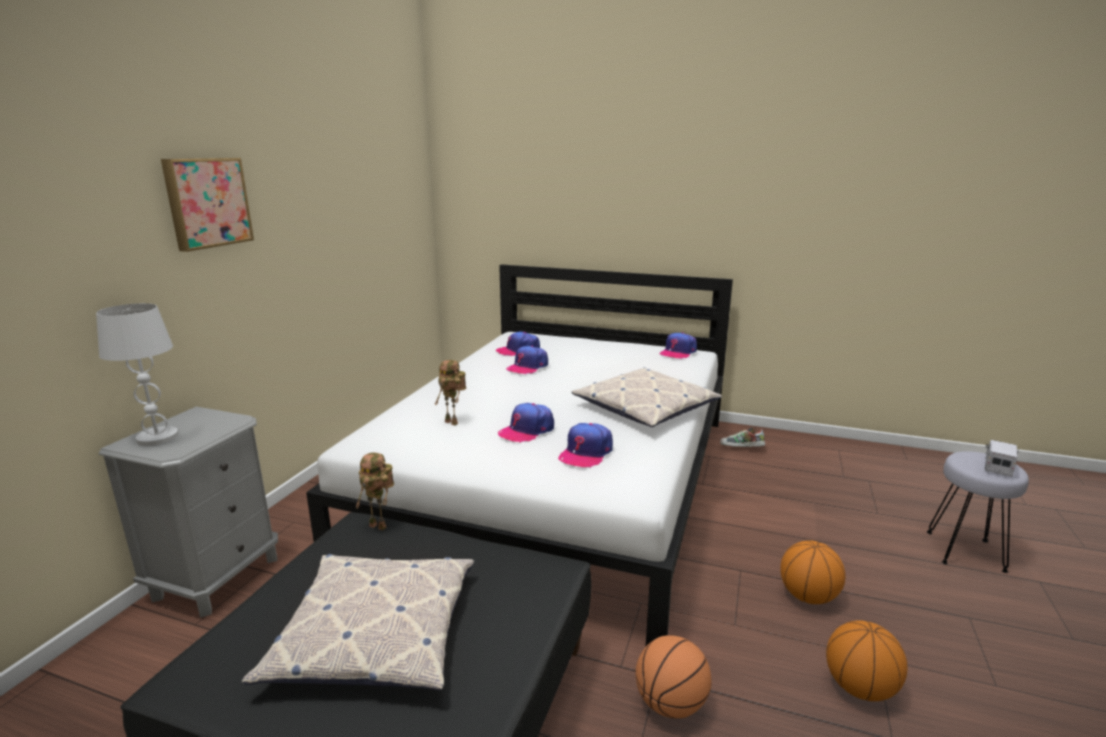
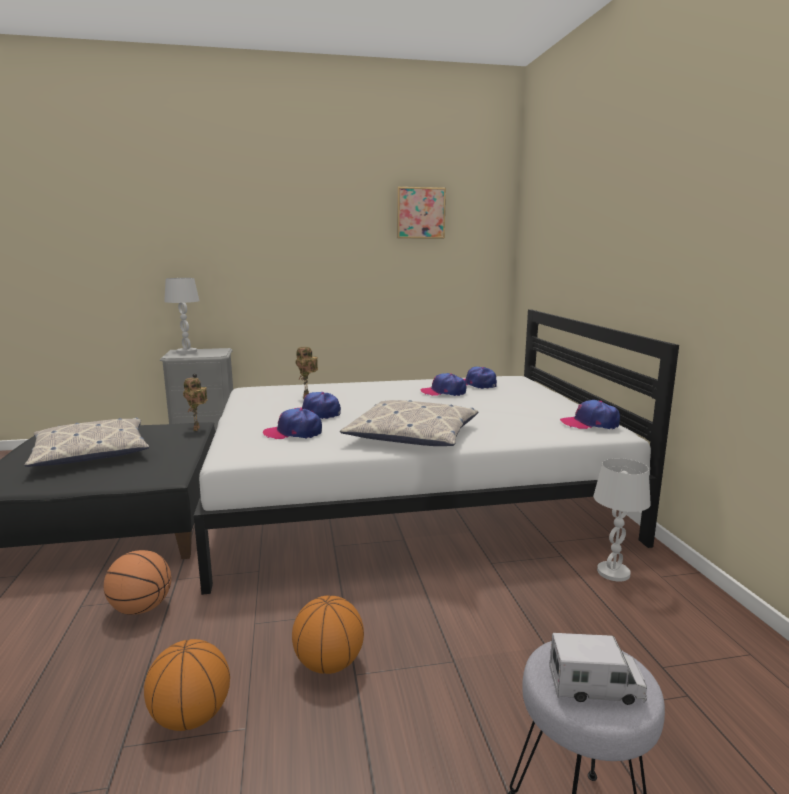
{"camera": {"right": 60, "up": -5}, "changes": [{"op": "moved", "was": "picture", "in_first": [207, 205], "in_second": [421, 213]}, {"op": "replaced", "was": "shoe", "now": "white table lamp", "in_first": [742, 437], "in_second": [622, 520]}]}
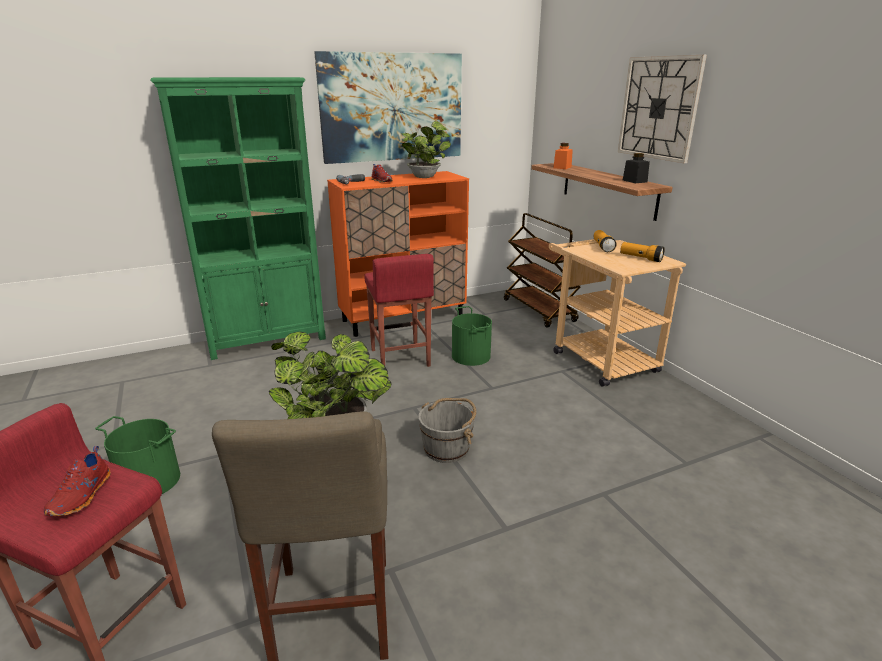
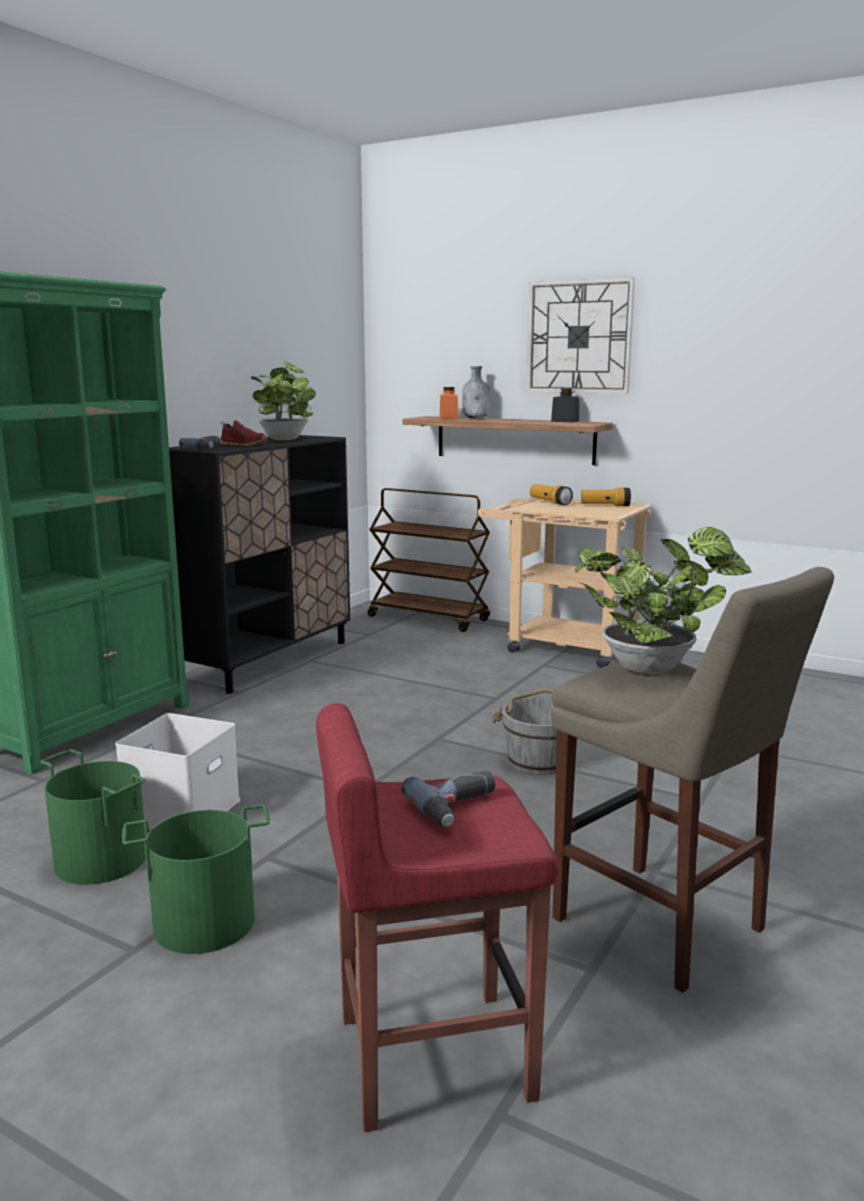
{"camera": {"right": -35, "up": -10}, "changes": [{"op": "moved", "was": "green bucket", "in_first": [472, 336], "in_second": [93, 817]}, {"op": "added", "now": "white storage box", "in_second": [177, 771]}, {"op": "recoloured", "was": "orange cabinet", "now": "black cabinet", "in_first": [398, 254], "in_second": [259, 564]}, {"op": "replaced", "was": "red shoe", "now": "power drill", "in_first": [77, 481], "in_second": [448, 799]}, {"op": "added", "now": "grey bottle", "in_second": [476, 392]}, {"op": "removed", "was": "picture", "in_first": [388, 107]}, {"op": "removed", "was": "red stool", "in_first": [399, 310]}]}
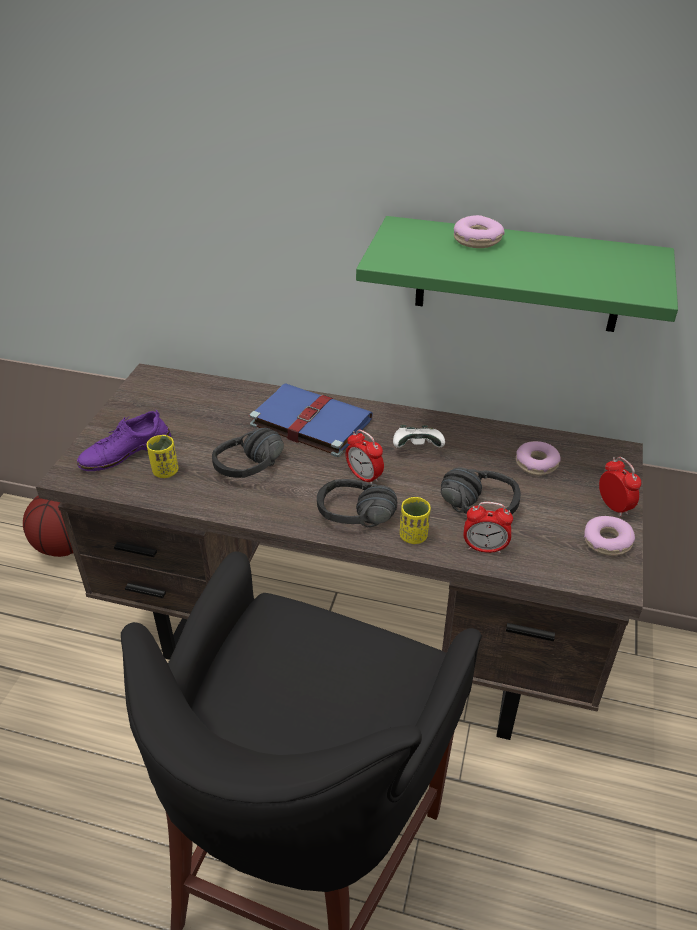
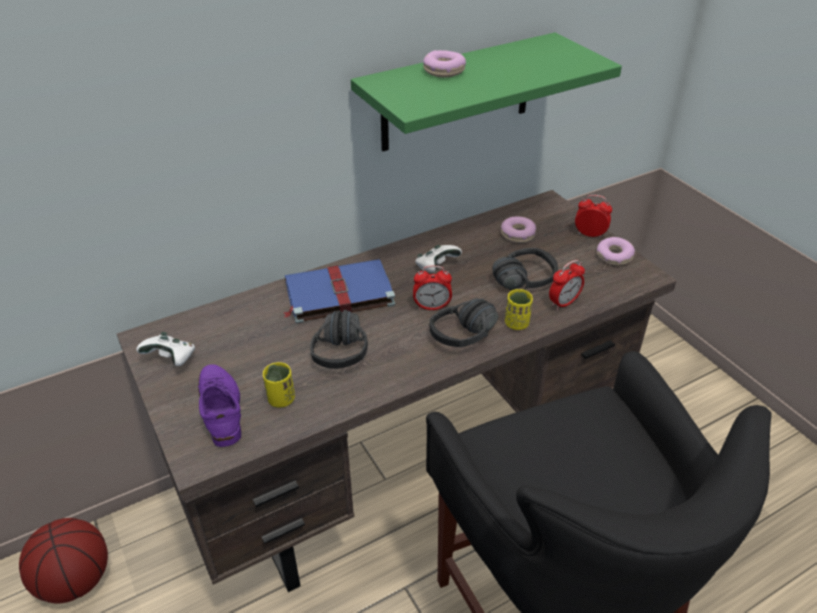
{"camera": {"right": -45, "up": 0}, "changes": [{"op": "added", "now": "white game controller", "in_second": [165, 349]}, {"op": "turned", "was": "purple shoe", "in_first": [124, 440], "in_second": [219, 405], "clockwise": 150}]}
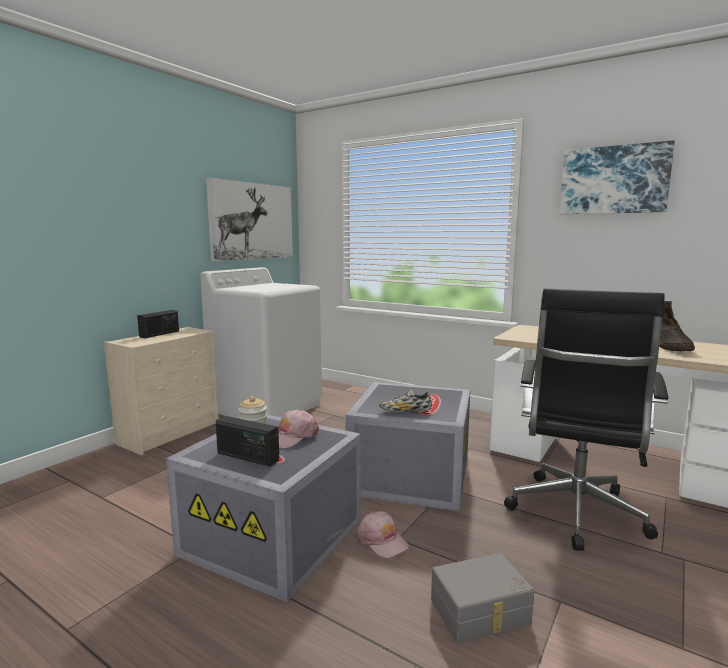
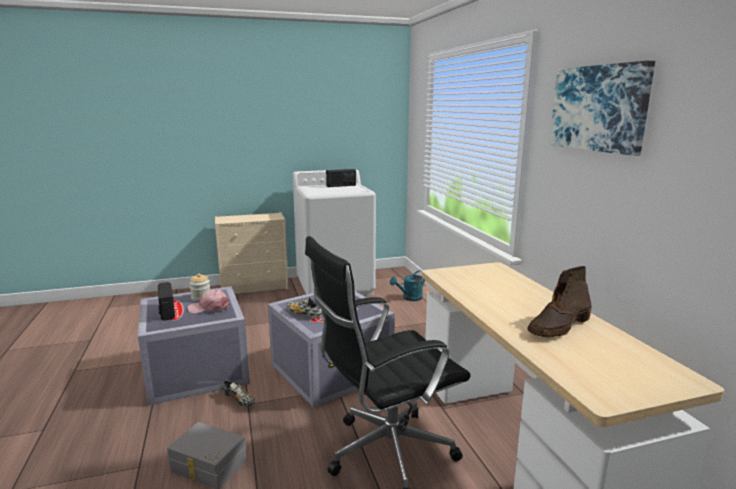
{"camera": {"right": 40, "up": 5}, "changes": [{"op": "replaced", "was": "pink cap", "now": "shoe", "in_first": [383, 534], "in_second": [238, 393]}, {"op": "moved", "was": "radio", "in_first": [158, 324], "in_second": [341, 178]}, {"op": "added", "now": "turquoise watering can", "in_second": [407, 285]}, {"op": "removed", "was": "picture", "in_first": [249, 219]}]}
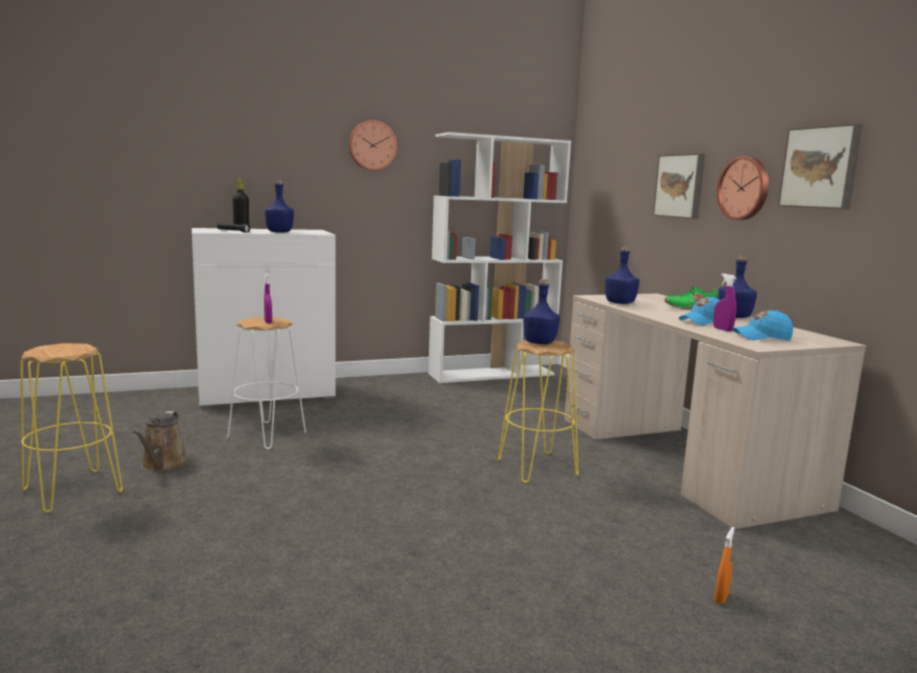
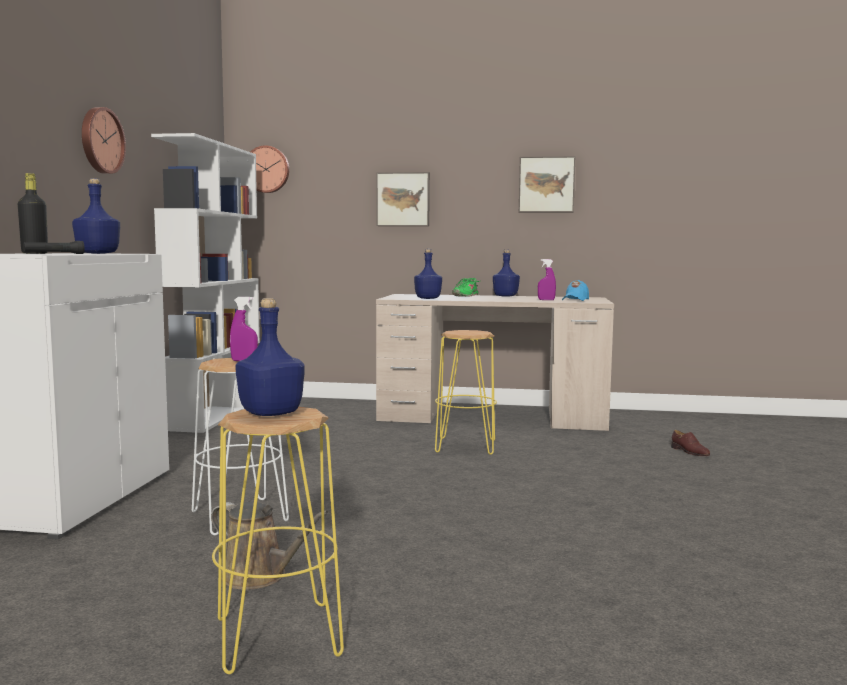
{"camera": {"right": -60, "up": -5}, "changes": [{"op": "moved", "was": "blue bottle", "in_first": [541, 311], "in_second": [270, 357]}, {"op": "moved", "was": "wall clock", "in_first": [743, 188], "in_second": [269, 169]}, {"op": "replaced", "was": "orange spray bottle", "now": "brown shoe", "in_first": [725, 565], "in_second": [690, 443]}, {"op": "removed", "was": "blue cap", "in_first": [699, 311]}]}
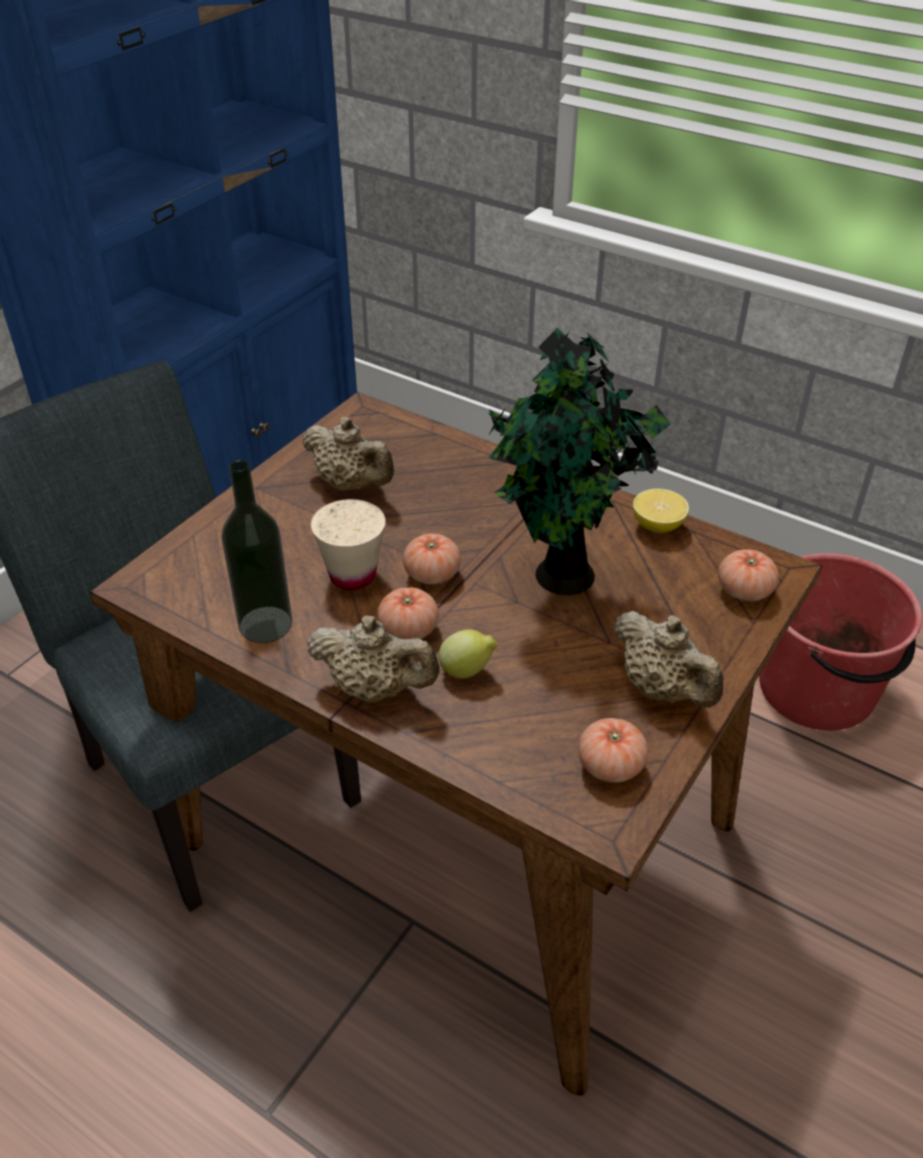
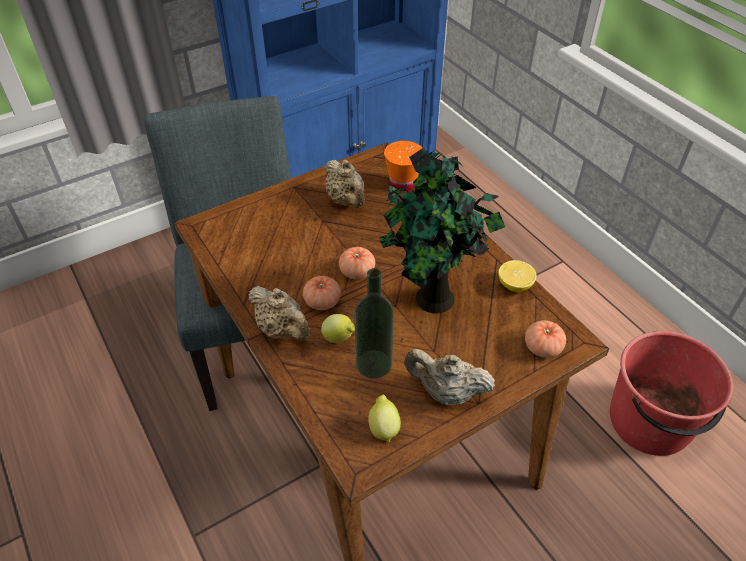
{"camera": {"right": 25, "up": 5}, "changes": [{"op": "moved", "was": "bottle", "in_first": [256, 551], "in_second": [374, 323]}, {"op": "replaced", "was": "tomato", "now": "lemon", "in_first": [613, 750], "in_second": [384, 418]}, {"op": "added", "now": "orange cup", "in_second": [403, 166]}, {"op": "turned", "was": "beige teapot", "in_first": [668, 659], "in_second": [449, 377], "clockwise": 120}, {"op": "removed", "was": "beige cup", "in_first": [348, 544]}]}
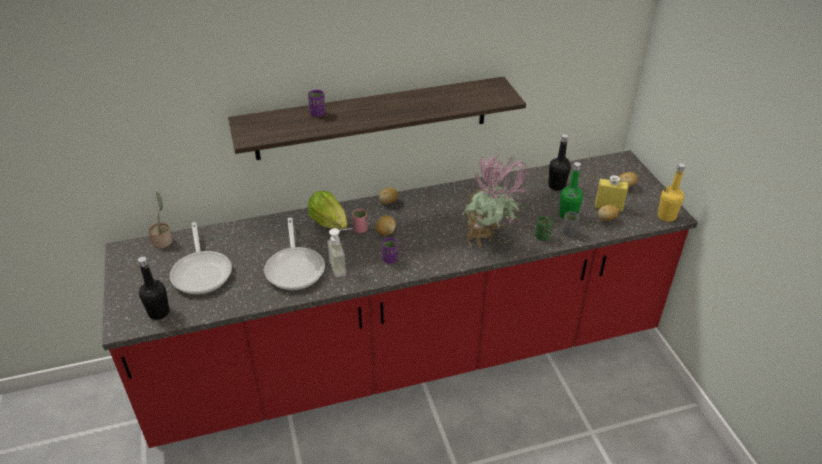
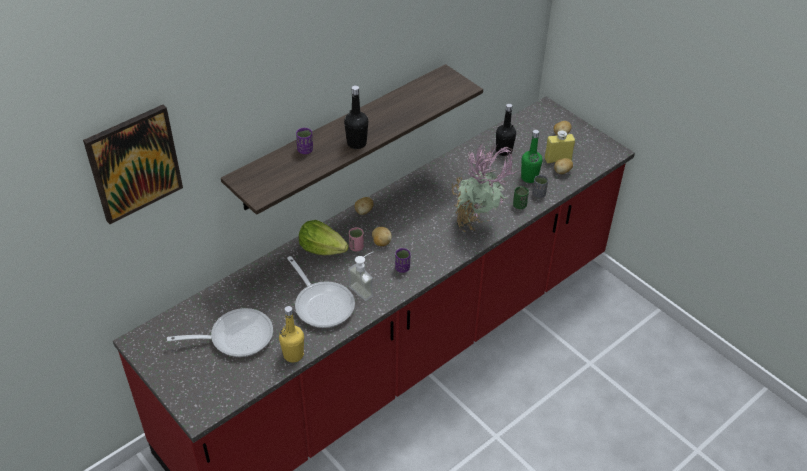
{"camera": {"right": -25, "up": 5}, "changes": [{"op": "added", "now": "picture", "in_second": [133, 164]}, {"op": "turned", "was": "frying pan", "in_first": [201, 258], "in_second": [220, 332], "clockwise": -60}, {"op": "moved", "was": "yellow bottle", "in_first": [671, 192], "in_second": [291, 334]}, {"op": "moved", "was": "black bottle", "in_first": [154, 288], "in_second": [356, 117]}, {"op": "removed", "was": "potted plant", "in_first": [161, 220]}]}
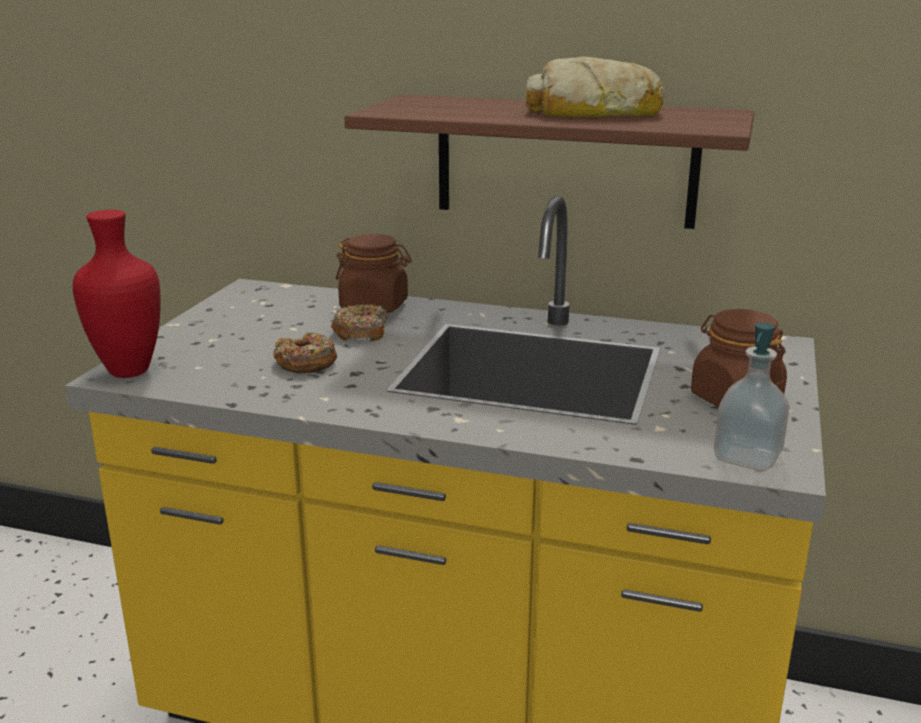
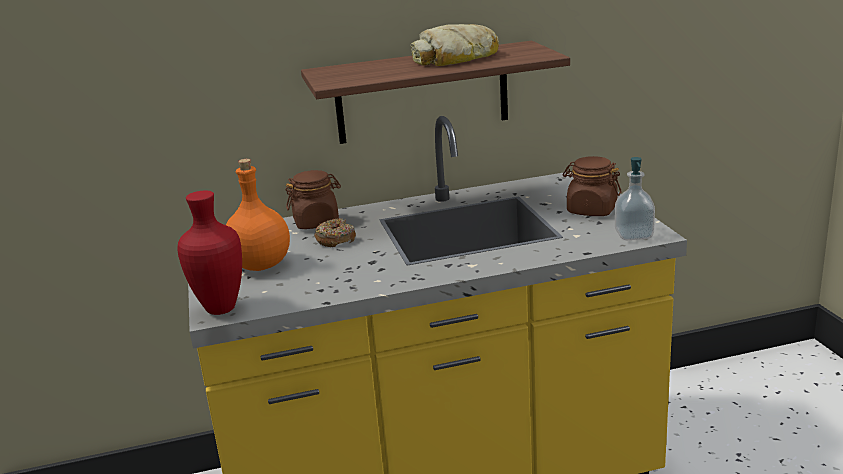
{"camera": {"right": -30, "up": 0}, "changes": [{"op": "added", "now": "orange bottle", "in_second": [258, 215]}, {"op": "removed", "was": "donut", "in_first": [305, 352]}]}
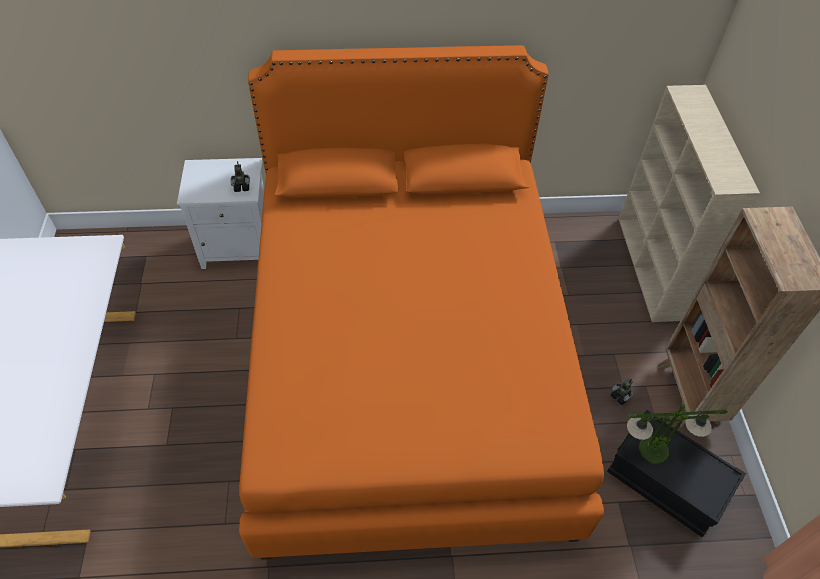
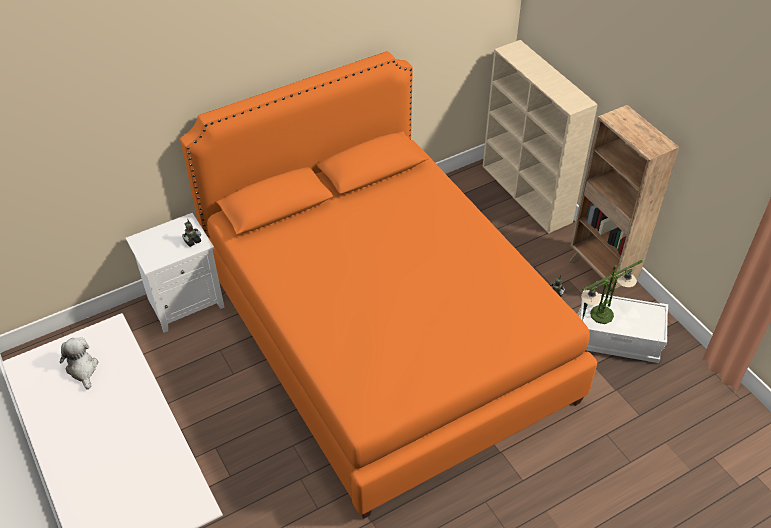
{"camera": {"right": -25, "up": -5}, "changes": [{"op": "added", "now": "plush toy", "in_second": [79, 363]}, {"op": "recoloured", "was": "black storage box", "now": "white storage box", "in_first": [676, 473], "in_second": [622, 327]}]}
